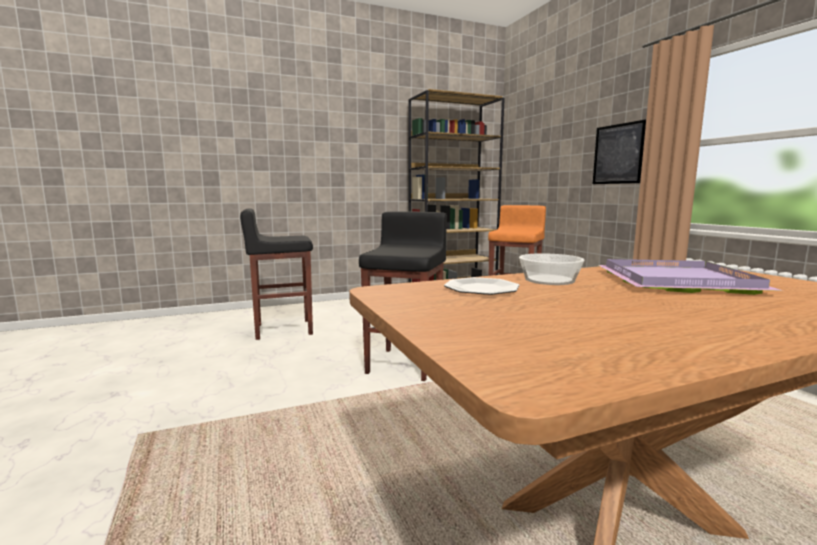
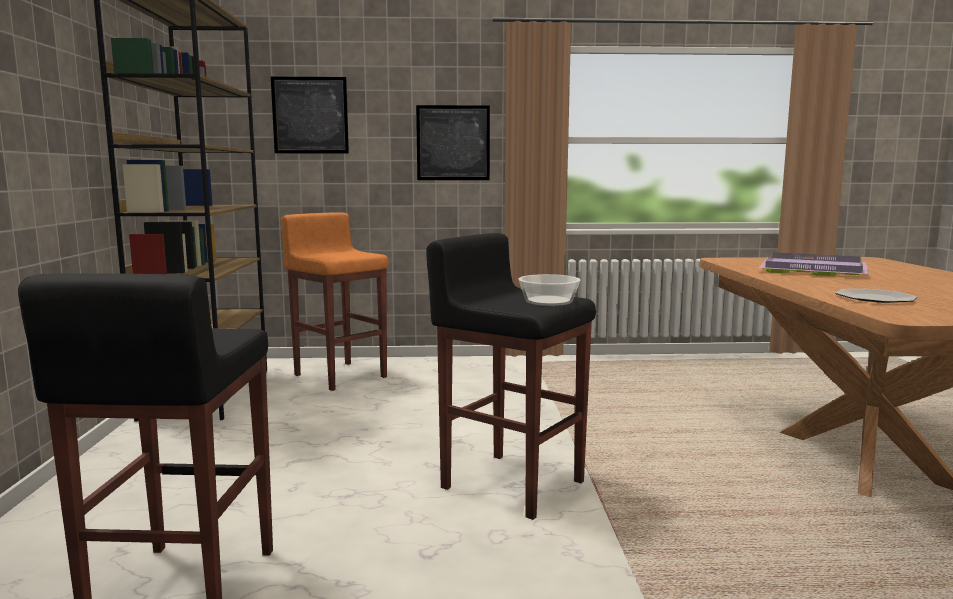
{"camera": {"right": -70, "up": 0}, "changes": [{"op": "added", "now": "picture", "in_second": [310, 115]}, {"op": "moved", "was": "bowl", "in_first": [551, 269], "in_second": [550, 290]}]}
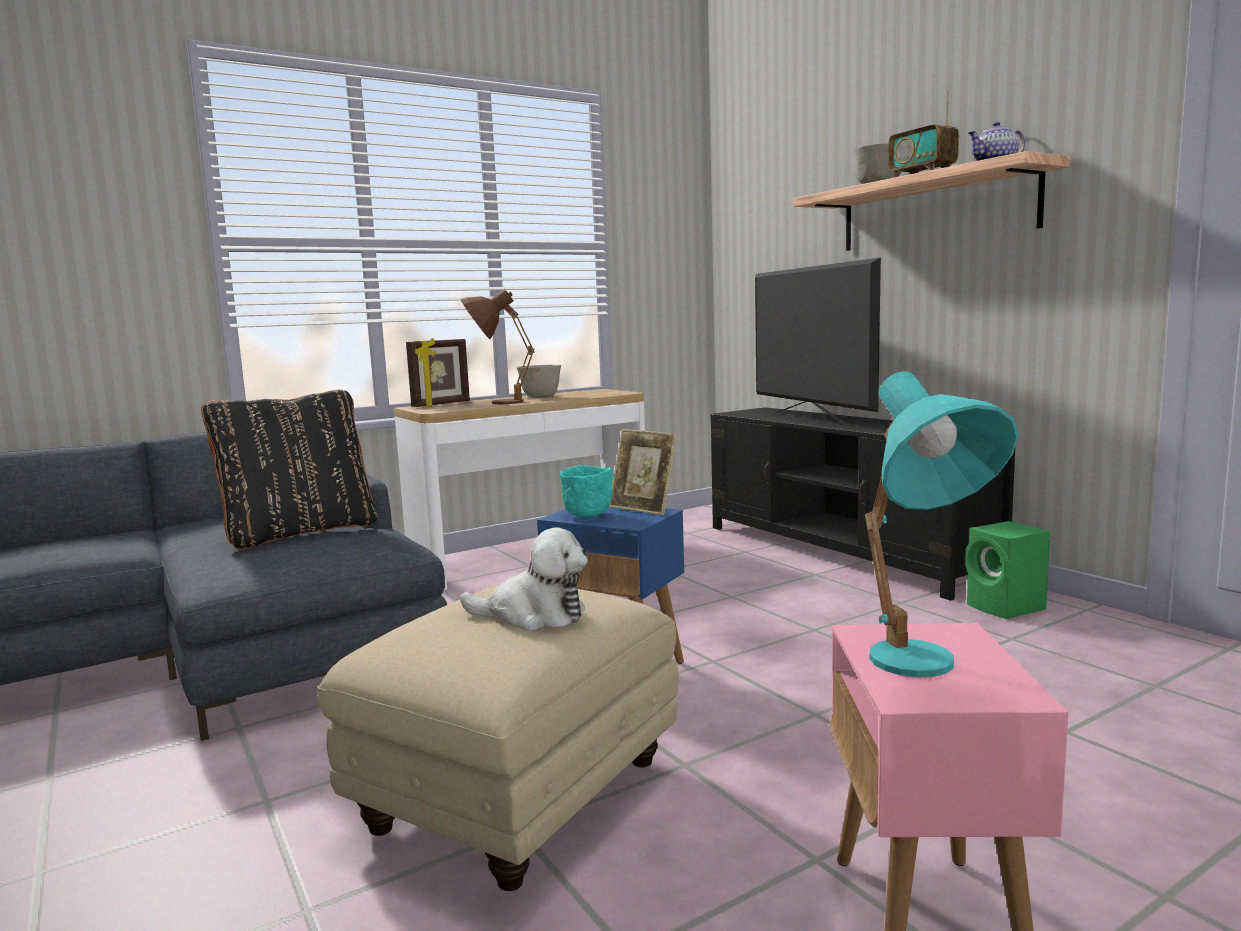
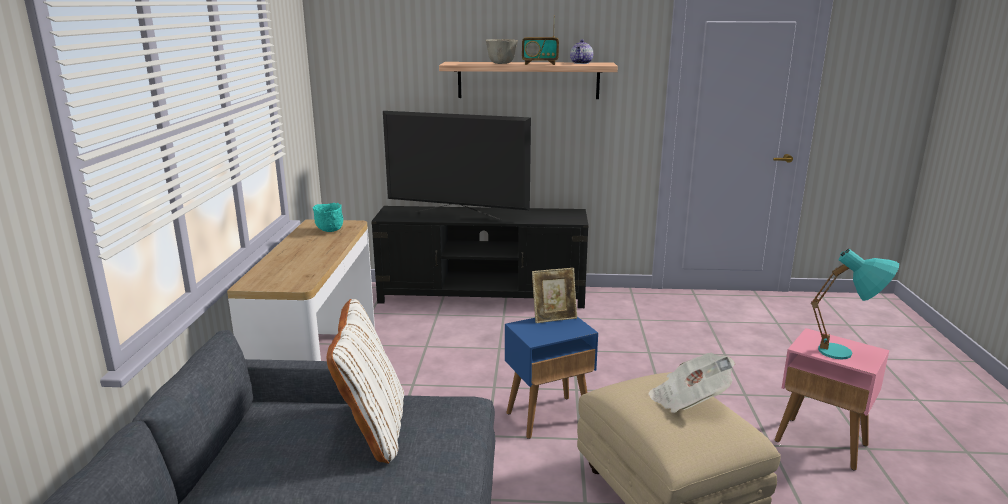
{"camera": {"right": -55, "up": 10}, "changes": [{"op": "moved", "was": "turquoise bowl", "in_first": [587, 491], "in_second": [328, 217]}, {"op": "recoloured", "was": "black pillow", "now": "white pillow", "in_first": [289, 470], "in_second": [365, 381]}, {"op": "replaced", "was": "plush toy", "now": "newspaper", "in_first": [524, 579], "in_second": [691, 383]}, {"op": "removed", "was": "picture frame", "in_first": [438, 372]}, {"op": "removed", "was": "brown table lamp", "in_first": [497, 346]}, {"op": "removed", "was": "grey bowl", "in_first": [538, 381]}, {"op": "removed", "was": "green speaker", "in_first": [1007, 570]}]}
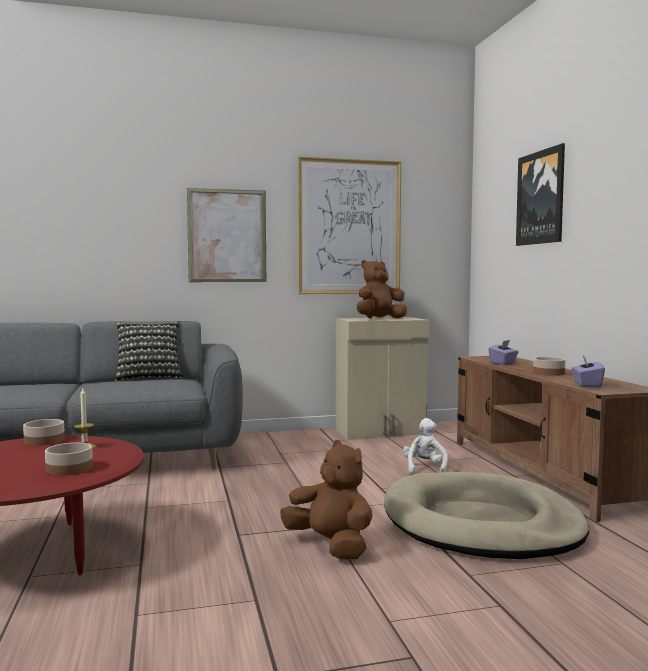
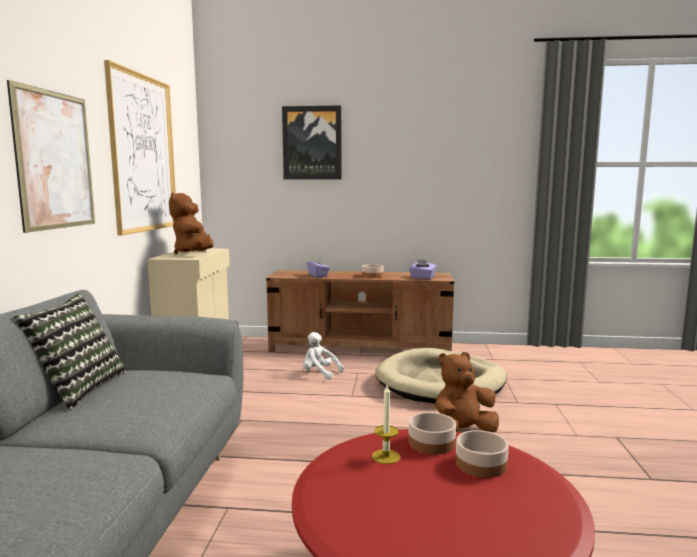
{"camera": {"right": -70, "up": 5}, "changes": [{"op": "moved", "was": "bowl", "in_first": [44, 432], "in_second": [432, 433]}]}
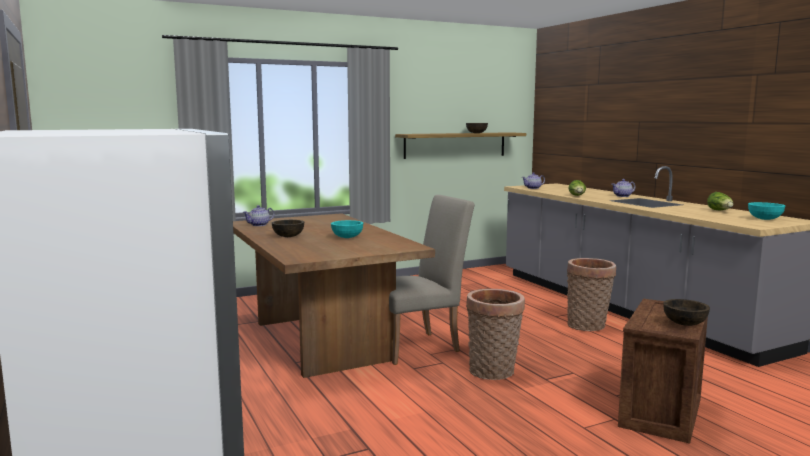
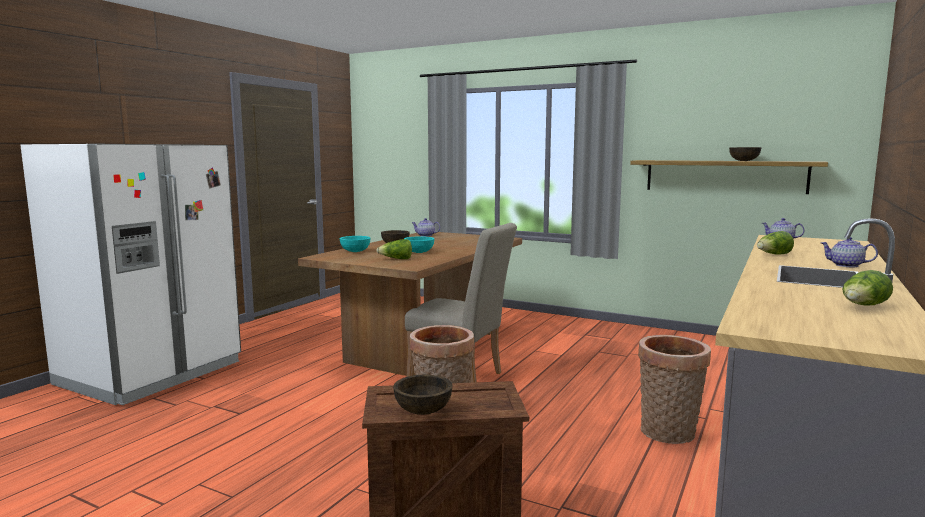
{"camera": {"right": 55, "up": 0}, "changes": [{"op": "moved", "was": "turquoise bowl", "in_first": [766, 211], "in_second": [355, 244]}, {"op": "added", "now": "lettuce", "in_second": [394, 249]}]}
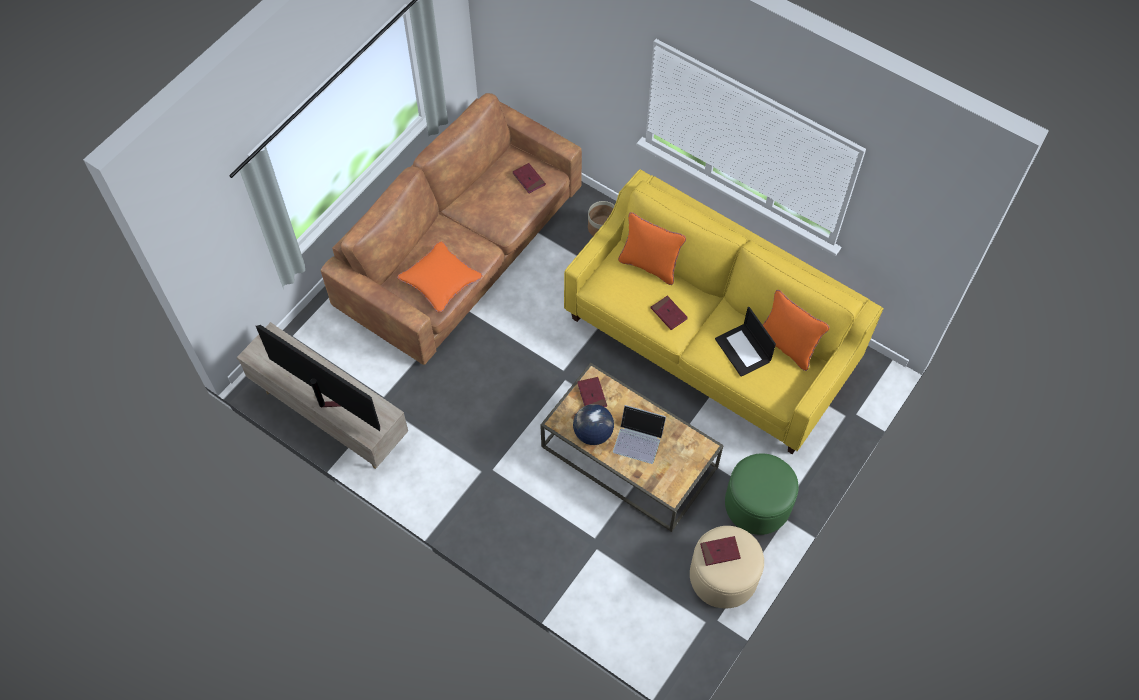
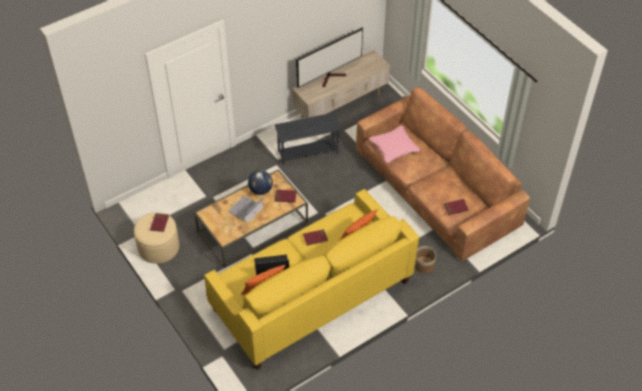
{"camera": {"right": 110, "up": -10}, "changes": [{"op": "added", "now": "grey side table", "in_second": [307, 139]}, {"op": "recoloured", "was": "orange pillow", "now": "pink pillow", "in_first": [439, 277], "in_second": [394, 144]}, {"op": "removed", "was": "green ottoman", "in_first": [762, 494]}]}
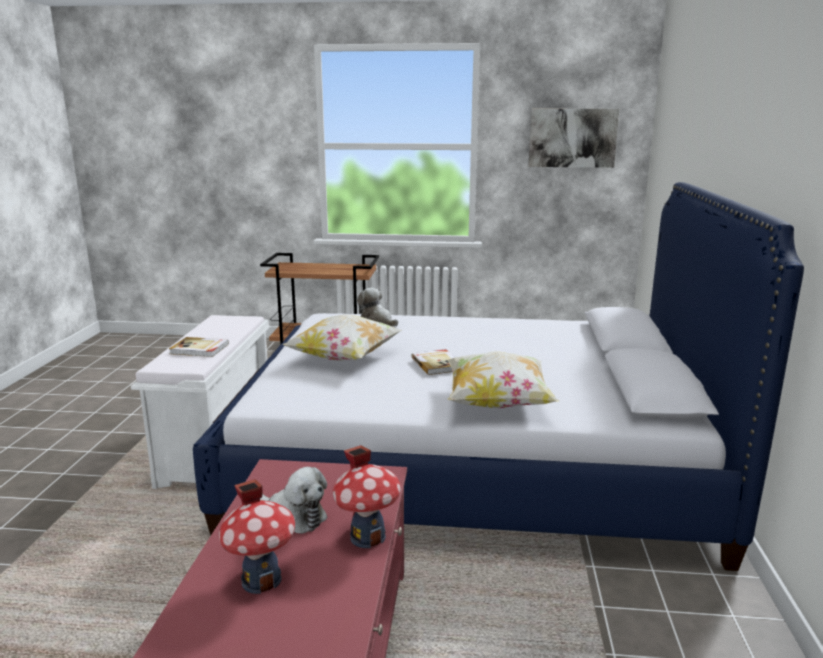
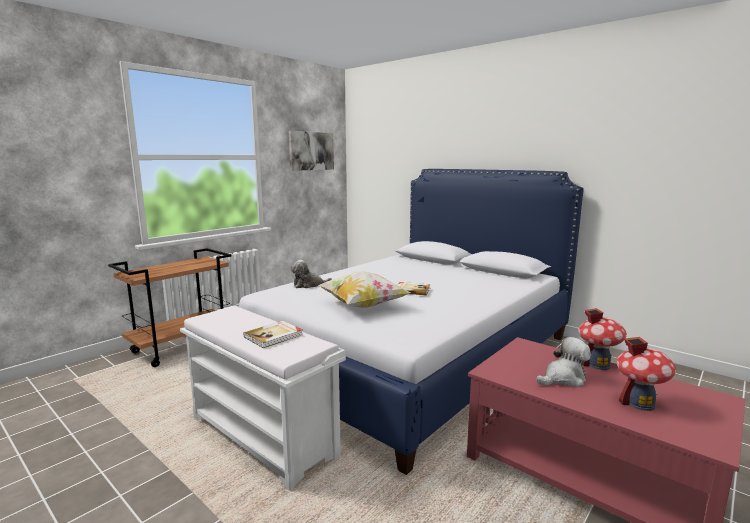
{"camera": {"right": -55, "up": -5}, "changes": [{"op": "removed", "was": "pillow", "in_first": [503, 379]}]}
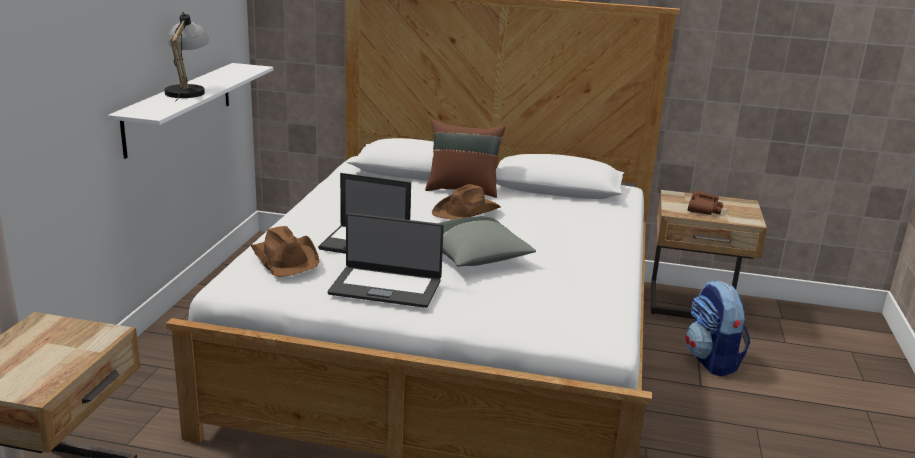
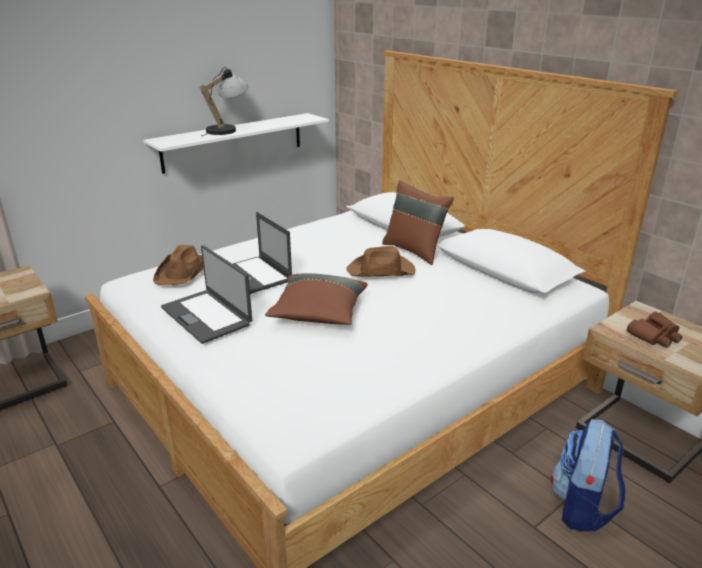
{"camera": {"right": 40, "up": 5}, "changes": [{"op": "recoloured", "was": "grey pillow", "now": "brown pillow", "in_first": [487, 241], "in_second": [316, 299]}]}
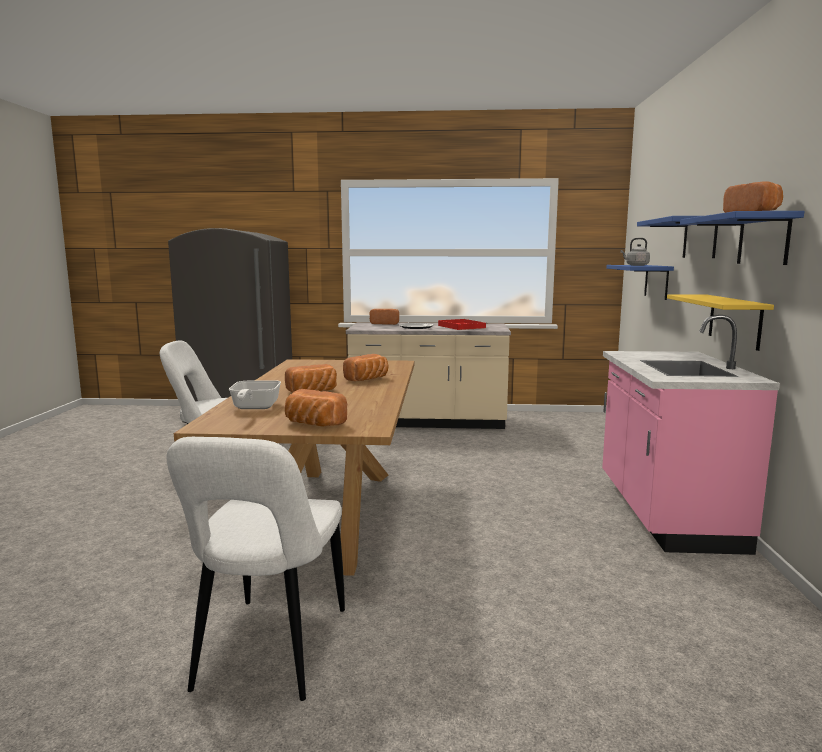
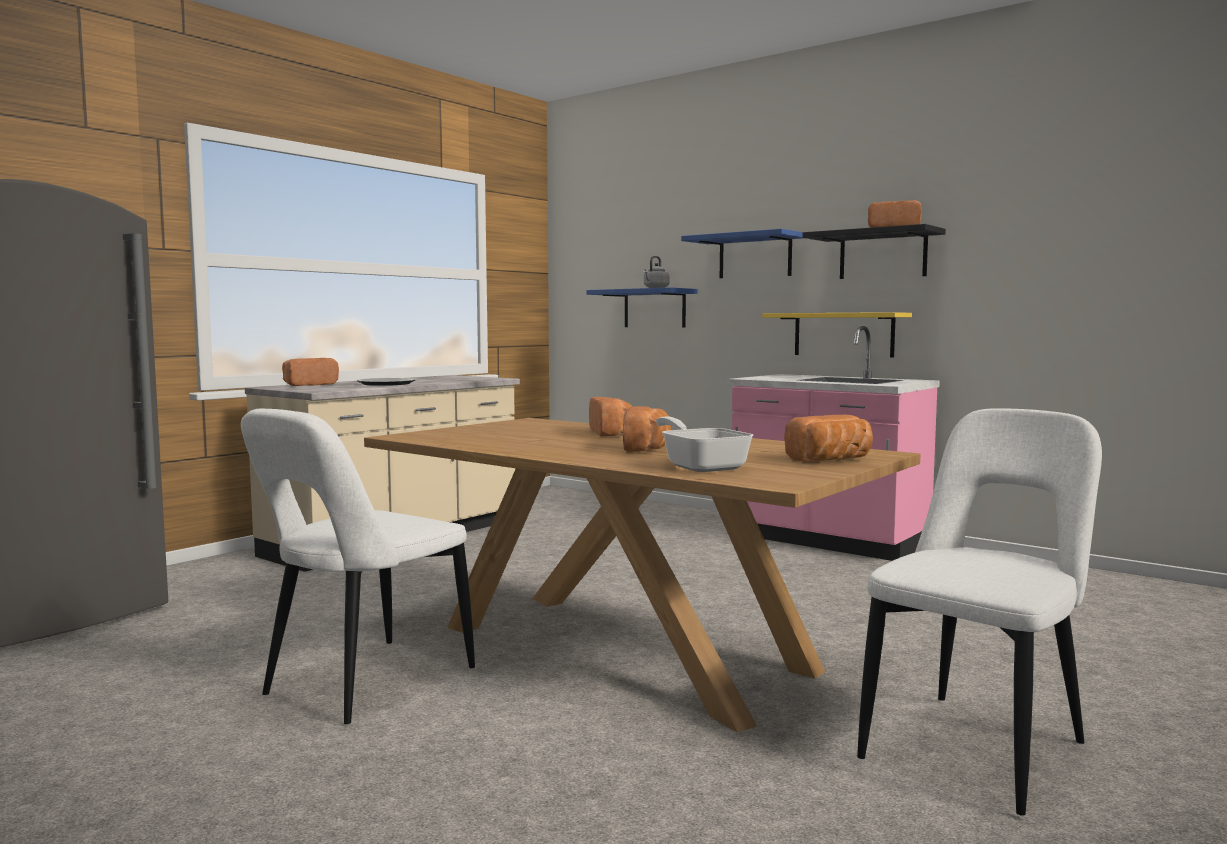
{"camera": {"right": -55, "up": -5}, "changes": [{"op": "turned", "was": "frying pan", "in_first": [255, 394], "in_second": [704, 444], "clockwise": -150}, {"op": "recoloured", "was": "blue shelf", "now": "black shelf", "in_first": [742, 238], "in_second": [874, 251]}, {"op": "turned", "was": "white chair", "in_first": [256, 569], "in_second": [979, 612], "clockwise": -90}, {"op": "removed", "was": "red tray", "in_first": [462, 324]}]}
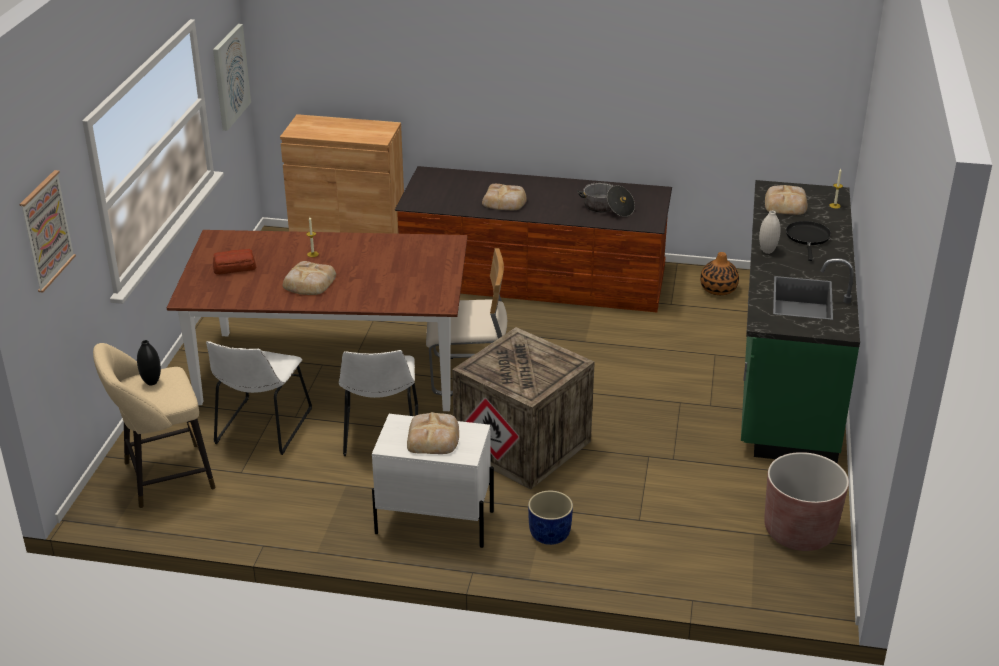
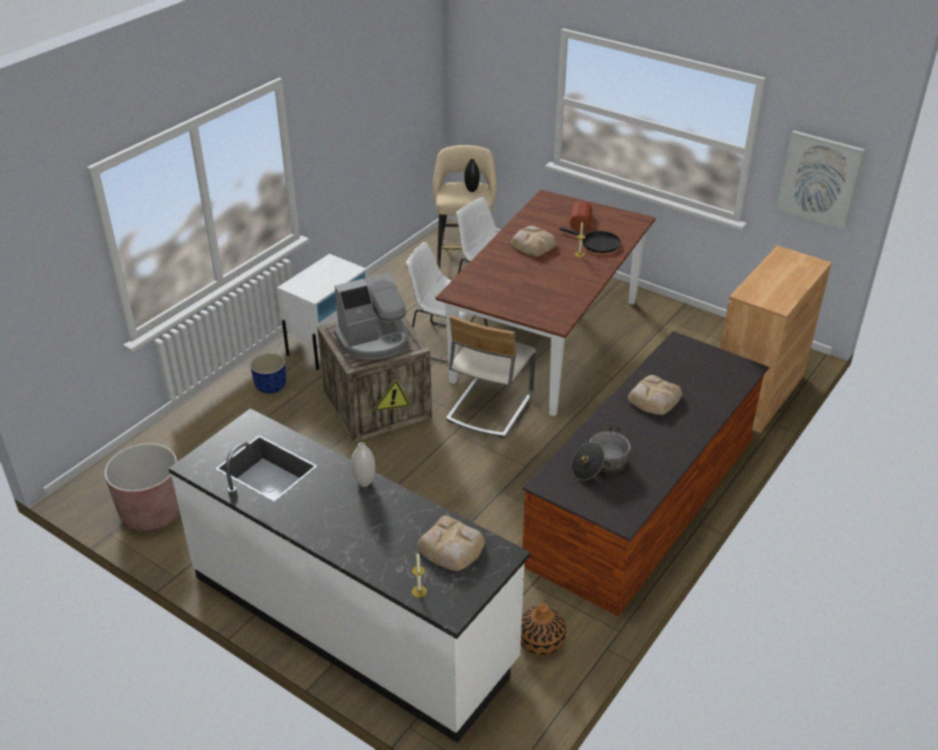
{"camera": {"right": 115, "up": 5}, "changes": [{"op": "recoloured", "was": "green counter", "now": "white counter", "in_first": [800, 321], "in_second": [349, 575]}, {"op": "added", "now": "coffee machine", "in_second": [371, 316]}, {"op": "moved", "was": "black frying pan", "in_first": [808, 241], "in_second": [590, 240]}, {"op": "removed", "was": "picture", "in_first": [47, 231]}, {"op": "removed", "was": "bread", "in_first": [433, 433]}]}
